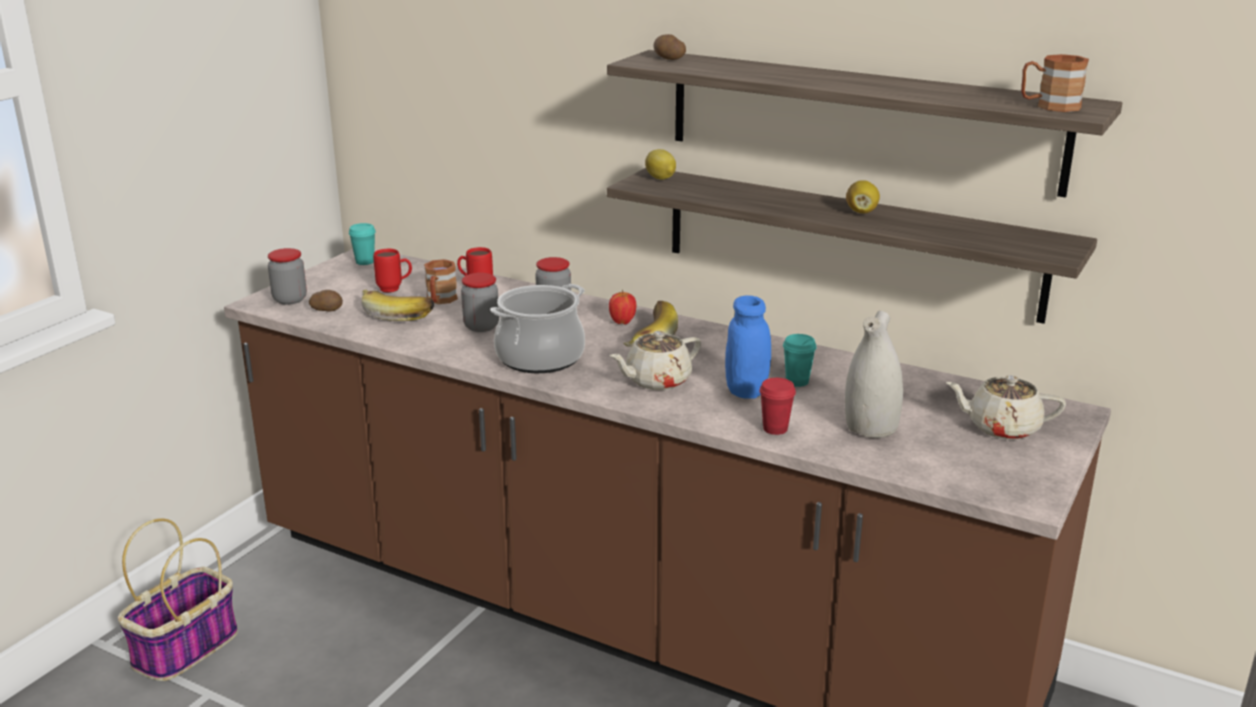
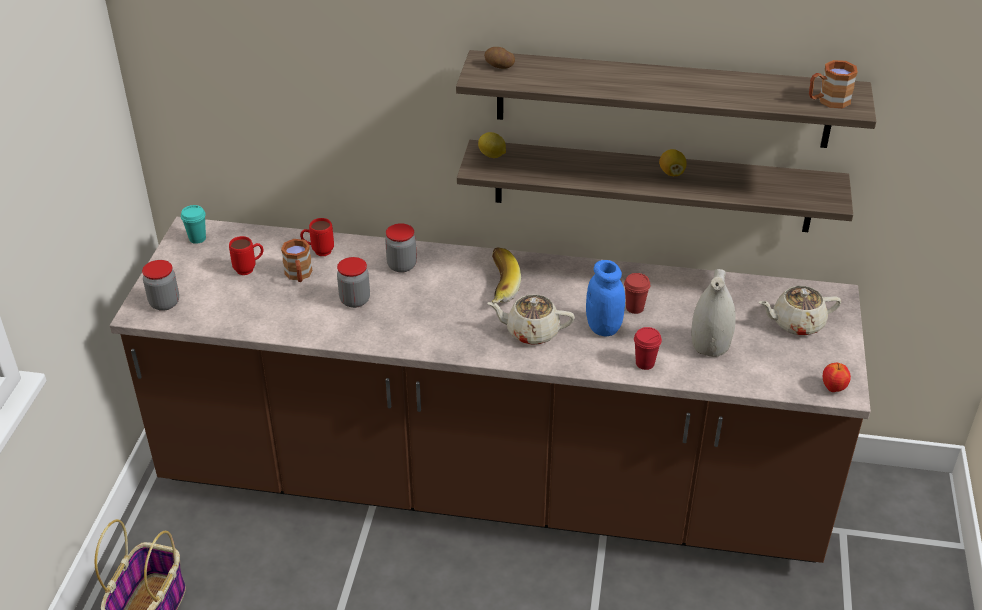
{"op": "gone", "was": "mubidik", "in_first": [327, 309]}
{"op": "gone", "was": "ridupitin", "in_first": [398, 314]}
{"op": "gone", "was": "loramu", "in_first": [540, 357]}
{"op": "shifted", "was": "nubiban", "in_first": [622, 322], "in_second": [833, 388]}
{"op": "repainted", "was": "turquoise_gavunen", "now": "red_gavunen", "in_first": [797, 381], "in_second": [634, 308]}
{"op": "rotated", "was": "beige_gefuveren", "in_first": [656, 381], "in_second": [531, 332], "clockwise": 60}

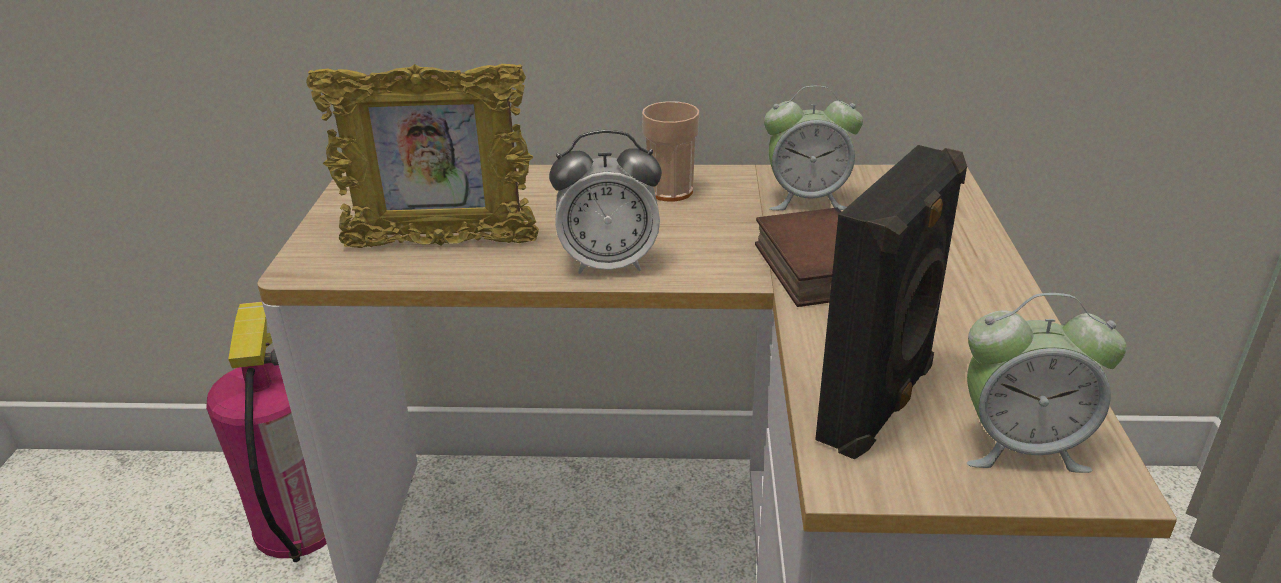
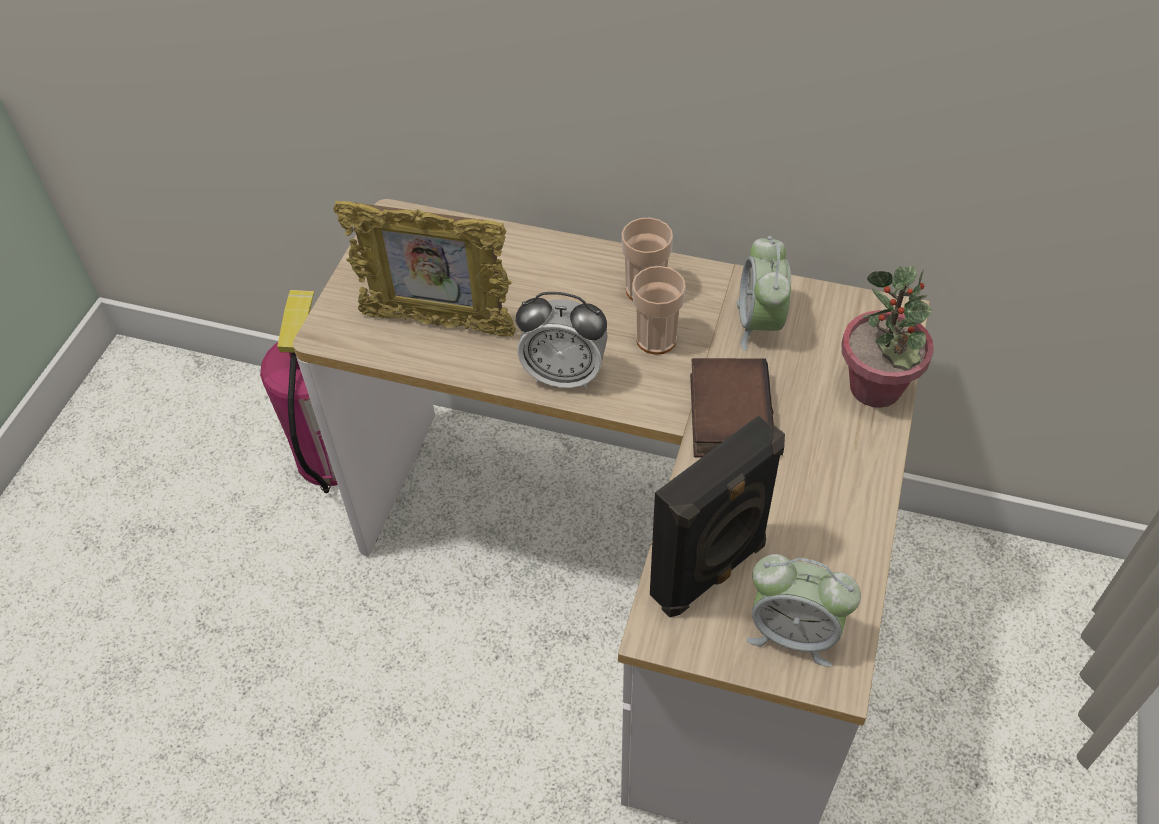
{"op": "new", "now": "gavunen", "in_second": [656, 339]}
{"op": "new", "now": "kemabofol", "in_second": [876, 388]}
{"op": "rotated", "was": "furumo", "in_first": [807, 199], "in_second": [759, 324], "clockwise": 75}

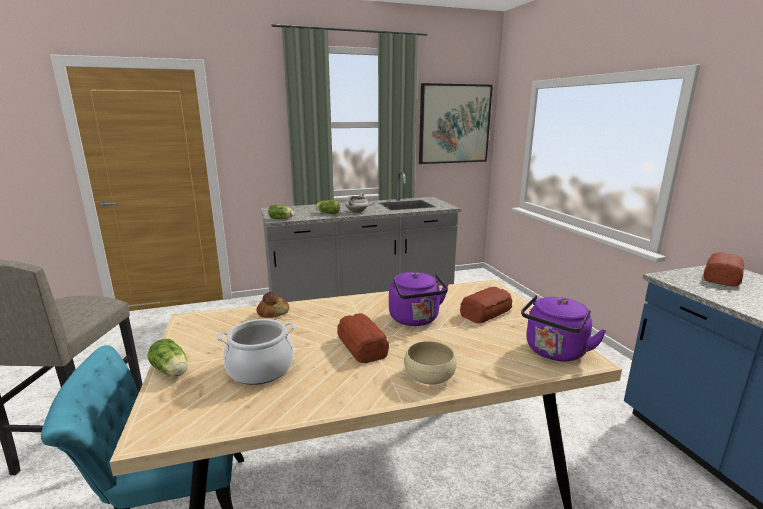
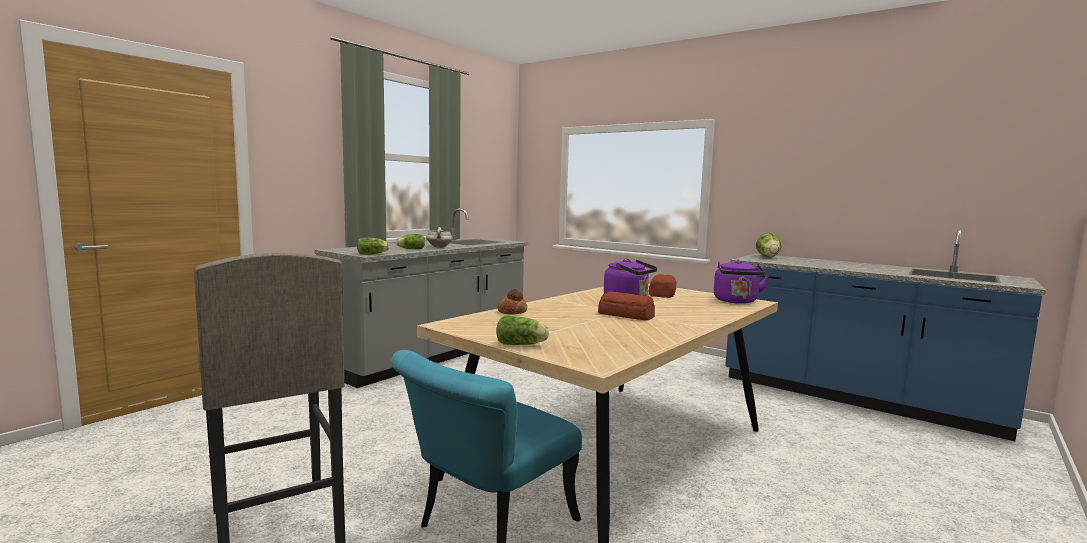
{"op": "gone", "was": "loramu", "in_first": [260, 369]}
{"op": "gone", "was": "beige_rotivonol", "in_first": [429, 375]}
{"op": "gone", "was": "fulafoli", "in_first": [454, 124]}
{"op": "swapped", "was": "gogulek", "now": "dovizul", "in_first": [722, 277], "in_second": [768, 257]}

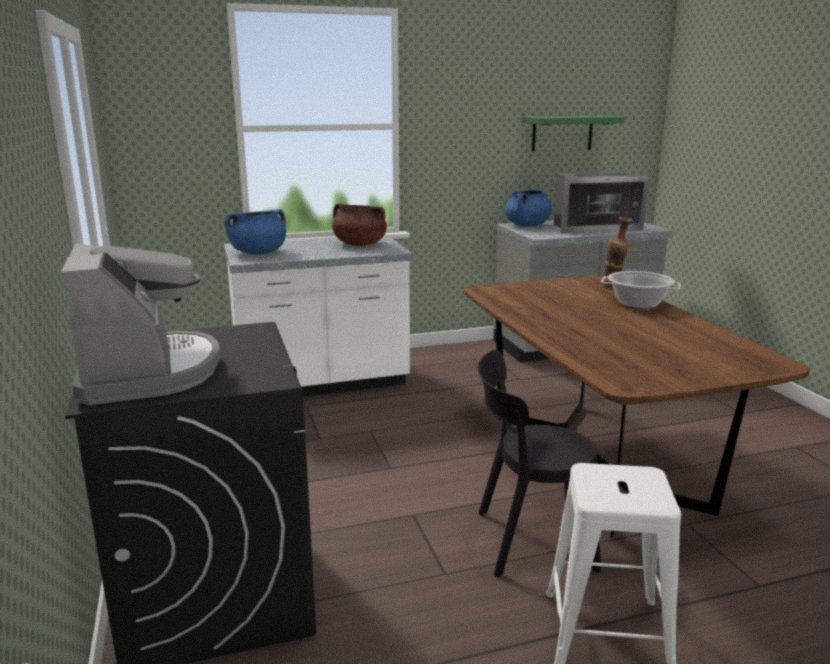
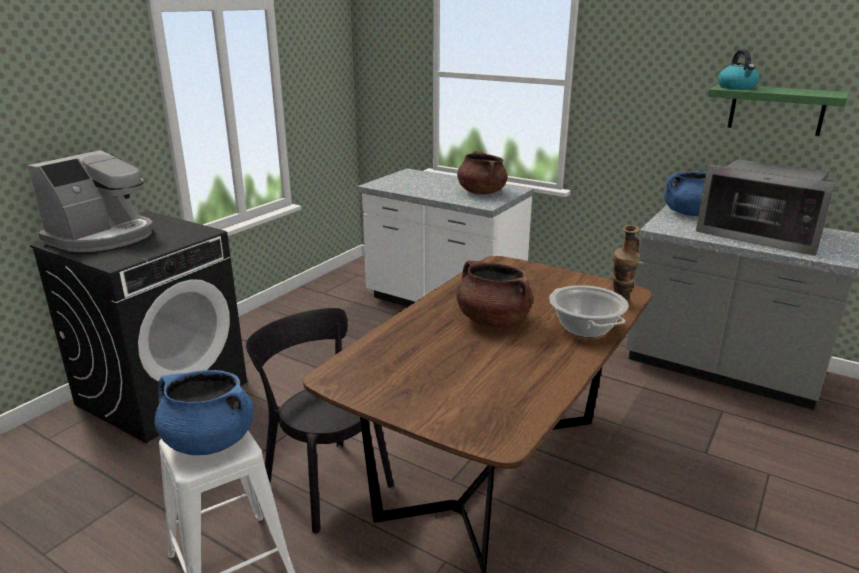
{"op": "new", "now": "brown_loramu", "in_second": [492, 320]}
{"op": "new", "now": "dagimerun", "in_second": [737, 87]}
{"op": "shifted", "was": "blue_loramu", "in_first": [258, 253], "in_second": [208, 441]}

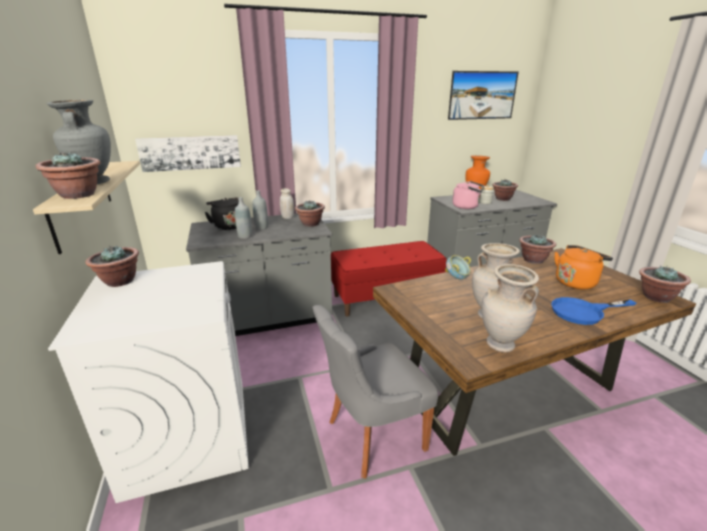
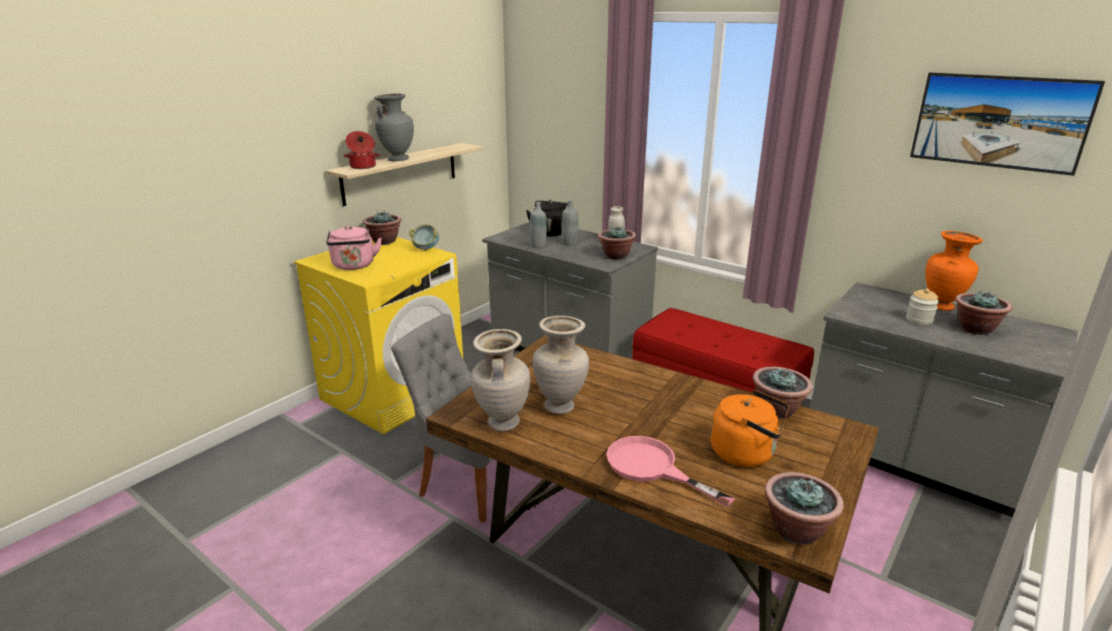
{"op": "gone", "was": "fulafoli", "in_first": [190, 153]}
{"op": "shifted", "was": "rotivonol", "in_first": [456, 278], "in_second": [426, 249]}
{"op": "shifted", "was": "pink_dagimerun", "in_first": [467, 207], "in_second": [354, 266]}
{"op": "swapped", "was": "kemabofol", "now": "loramu", "in_first": [78, 195], "in_second": [362, 167]}
{"op": "repainted", "was": "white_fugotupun", "now": "yellow_fugotupun", "in_first": [189, 433], "in_second": [394, 393]}
{"op": "repainted", "was": "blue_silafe", "now": "pink_silafe", "in_first": [584, 312], "in_second": [651, 468]}

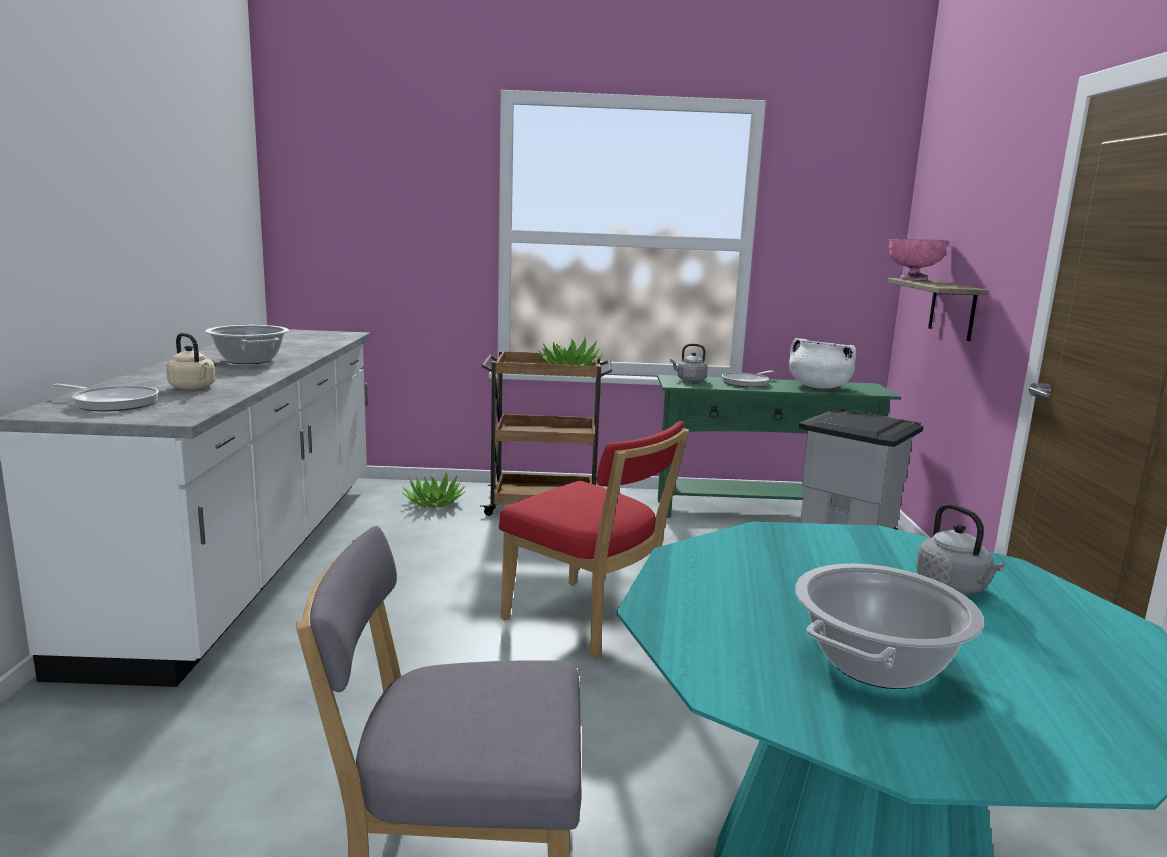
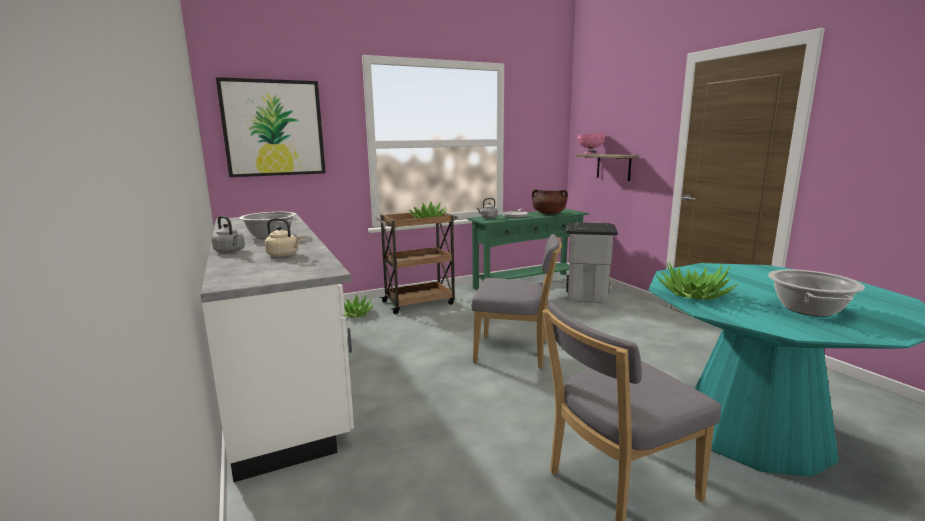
{"op": "gone", "was": "silafe", "in_first": [112, 403]}
{"op": "new", "now": "fulafoli", "in_second": [273, 128]}
{"op": "new", "now": "kemabofol", "in_second": [694, 294]}
{"op": "shifted", "was": "grey_dagimerun", "in_first": [954, 587], "in_second": [230, 251]}
{"op": "repainted", "was": "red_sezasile", "now": "grey_sezasile", "in_first": [588, 621], "in_second": [515, 352]}
{"op": "repainted", "was": "white_loramu", "now": "brown_loramu", "in_first": [818, 387], "in_second": [549, 213]}

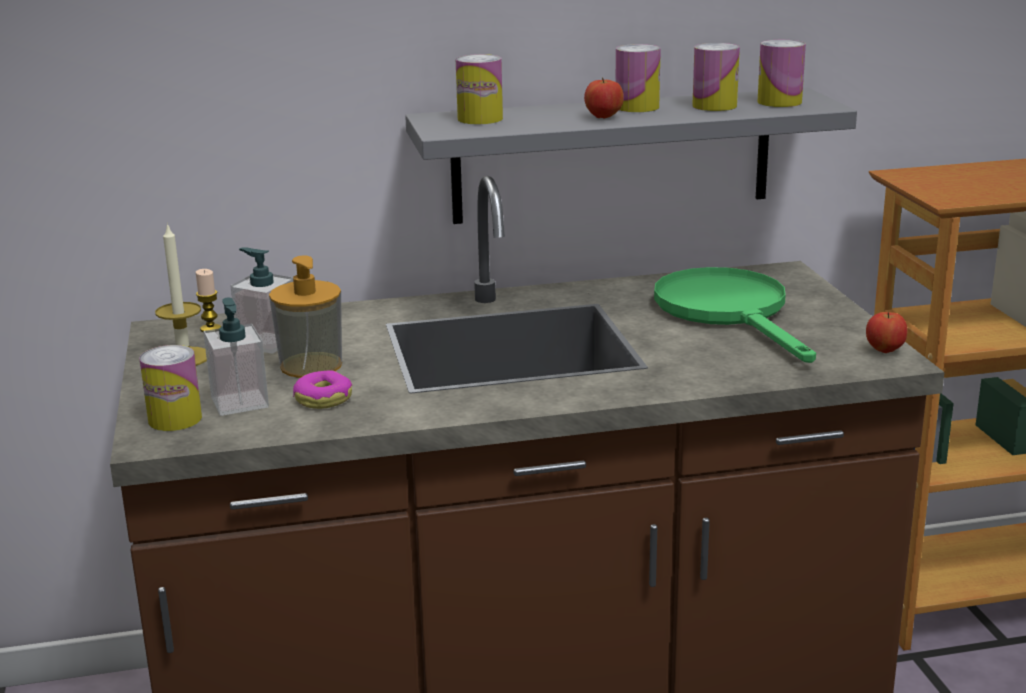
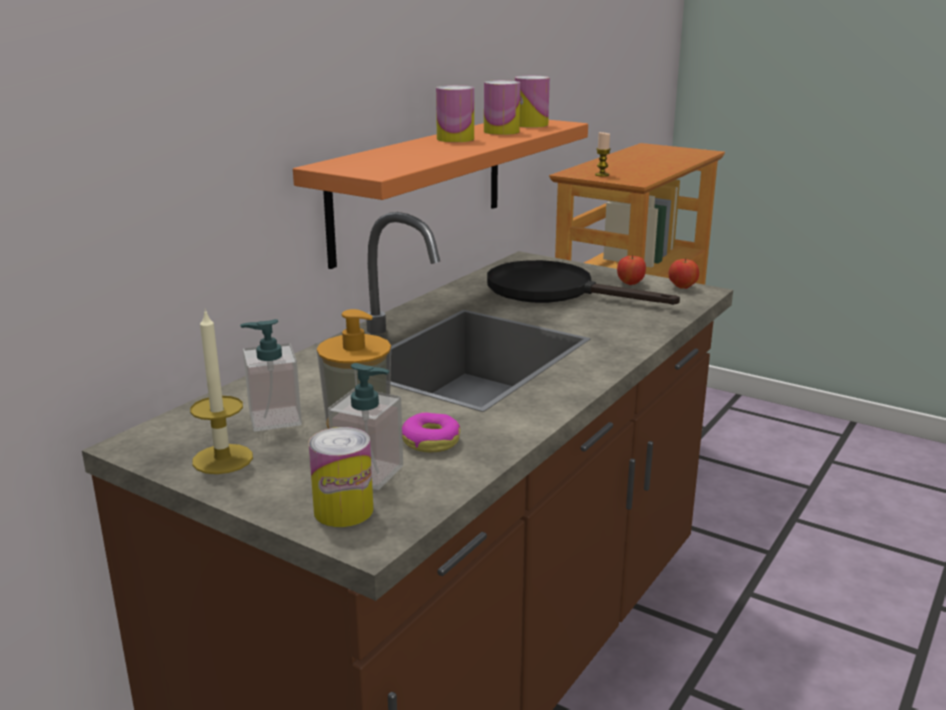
{"op": "gone", "was": "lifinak", "in_first": [480, 119]}
{"op": "shifted", "was": "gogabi", "in_first": [210, 329], "in_second": [602, 175]}
{"op": "shifted", "was": "nubiban", "in_first": [603, 117], "in_second": [630, 283]}
{"op": "repainted", "was": "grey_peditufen", "now": "orange_peditufen", "in_first": [612, 156], "in_second": [420, 187]}
{"op": "repainted", "was": "green_silafe", "now": "black_silafe", "in_first": [729, 312], "in_second": [554, 291]}

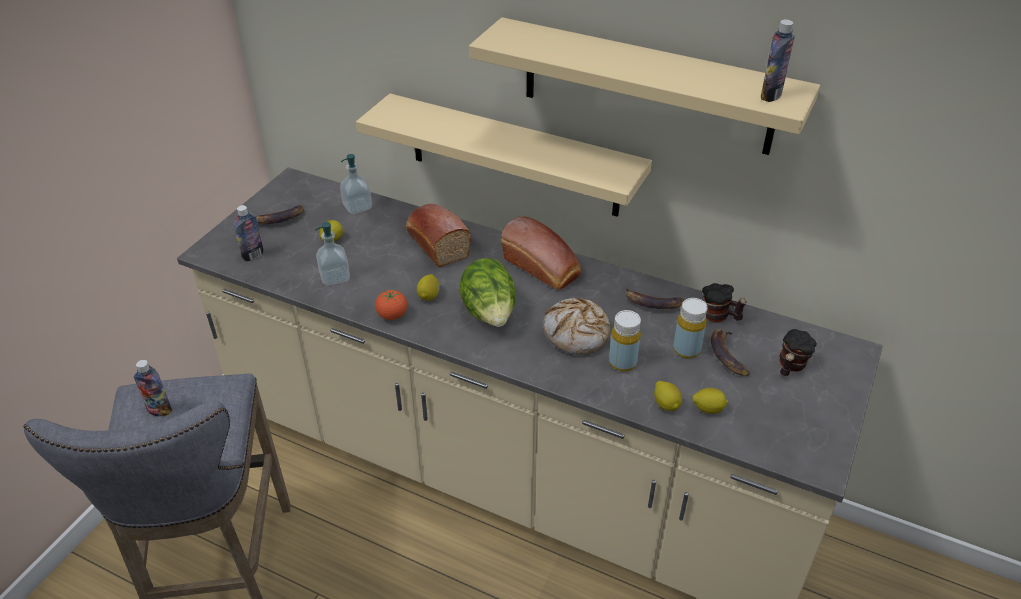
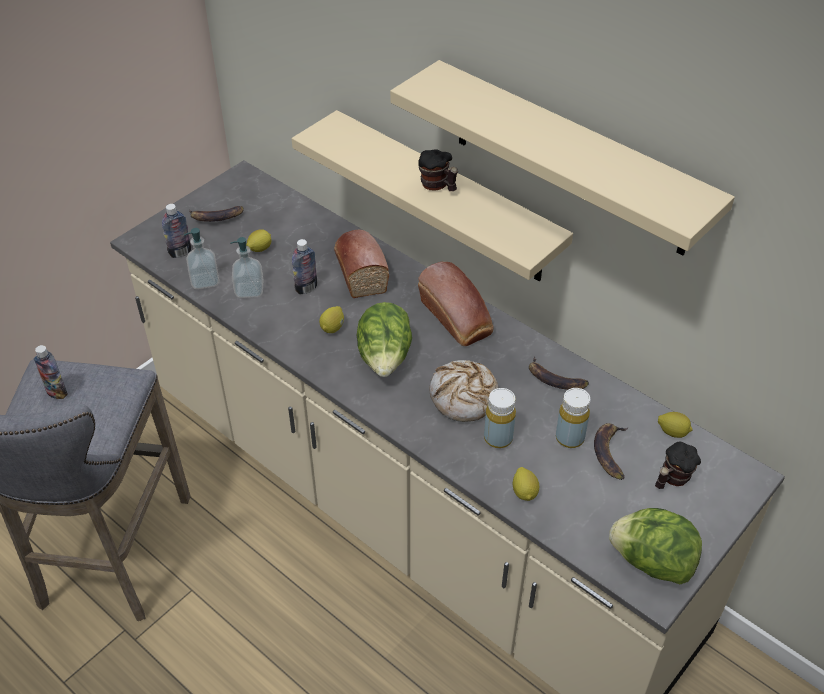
{"op": "gone", "was": "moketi", "in_first": [392, 315]}
{"op": "new", "now": "dovizul", "in_second": [651, 562]}
{"op": "shifted", "was": "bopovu", "in_first": [357, 207], "in_second": [205, 281]}
{"op": "shifted", "was": "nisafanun", "in_first": [708, 409], "in_second": [672, 432]}
{"op": "shifted", "was": "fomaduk", "in_first": [719, 317], "in_second": [437, 186]}
{"op": "shifted", "was": "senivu", "in_first": [771, 95], "in_second": [306, 288]}

